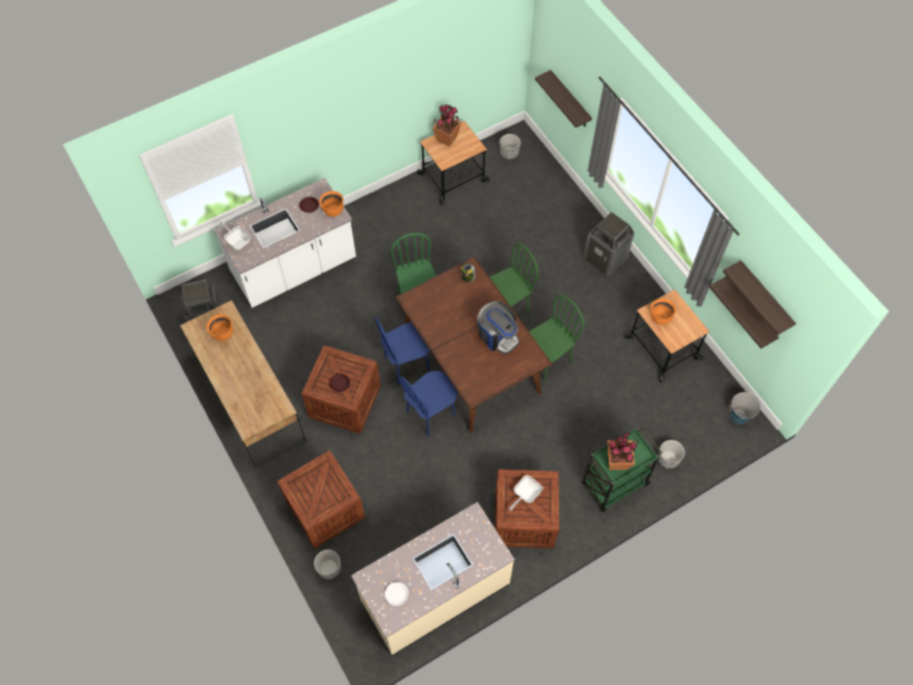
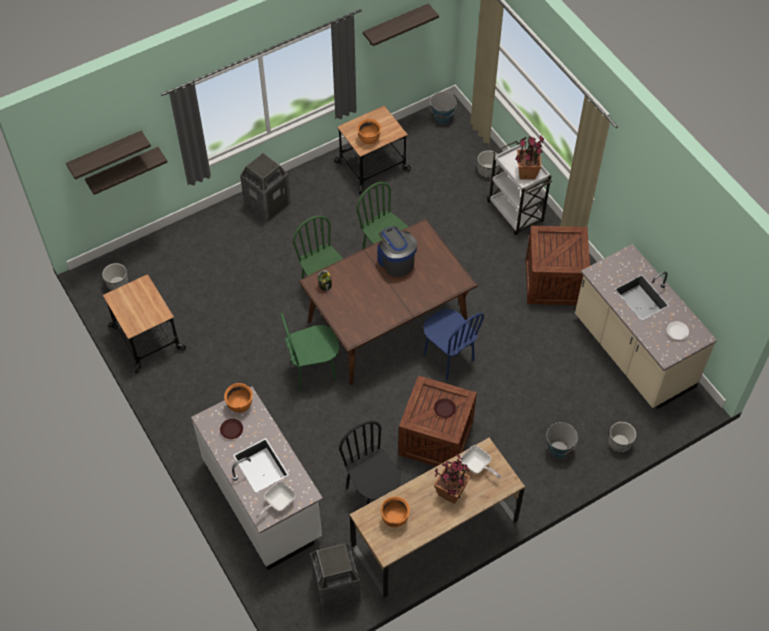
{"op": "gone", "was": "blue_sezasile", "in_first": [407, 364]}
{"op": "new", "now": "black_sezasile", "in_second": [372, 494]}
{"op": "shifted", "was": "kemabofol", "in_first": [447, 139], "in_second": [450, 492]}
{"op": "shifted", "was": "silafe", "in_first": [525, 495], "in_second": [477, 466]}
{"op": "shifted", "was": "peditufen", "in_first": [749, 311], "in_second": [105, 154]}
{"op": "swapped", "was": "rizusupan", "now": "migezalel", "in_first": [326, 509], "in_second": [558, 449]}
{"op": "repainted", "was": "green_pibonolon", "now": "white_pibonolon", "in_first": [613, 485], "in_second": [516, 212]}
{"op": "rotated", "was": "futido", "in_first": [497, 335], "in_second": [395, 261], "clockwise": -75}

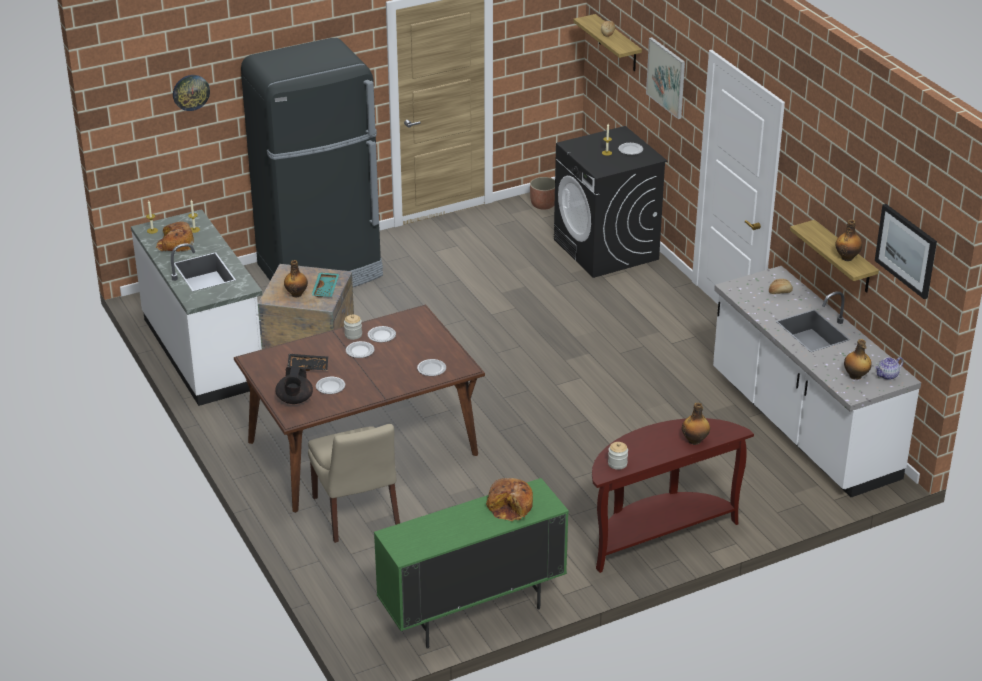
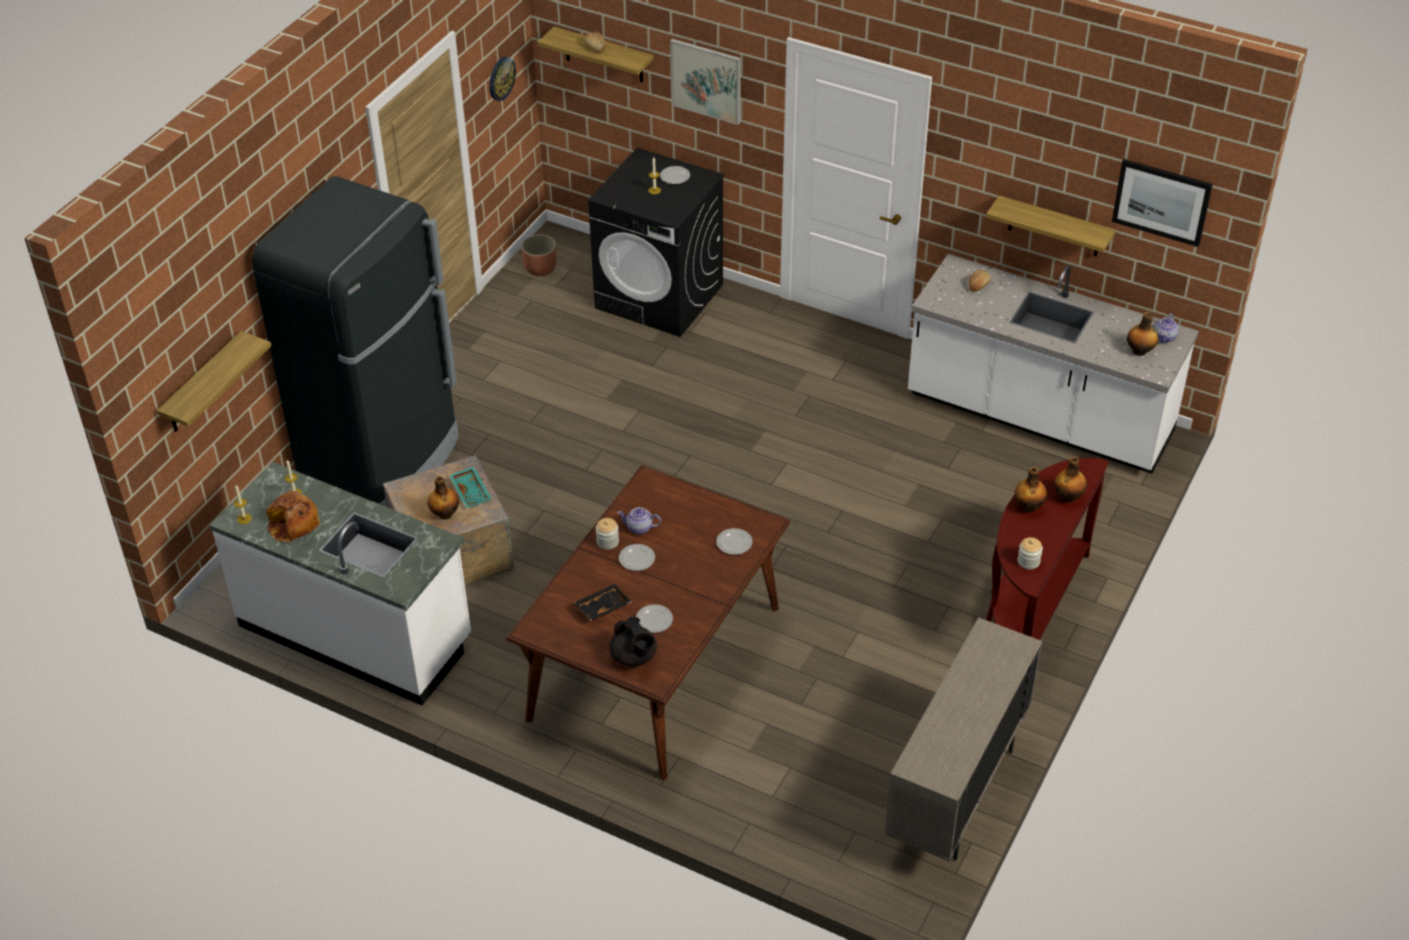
{"op": "gone", "was": "beige_sezasile", "in_first": [357, 514]}
{"op": "gone", "was": "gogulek", "in_first": [511, 506]}
{"op": "new", "now": "peditufen", "in_second": [203, 385]}
{"op": "shifted", "was": "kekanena", "in_first": [191, 92], "in_second": [501, 78]}
{"op": "shifted", "was": "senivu", "in_first": [847, 257], "in_second": [1029, 506]}
{"op": "swapped", "was": "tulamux", "now": "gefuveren", "in_first": [381, 336], "in_second": [639, 528]}
{"op": "repainted", "was": "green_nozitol", "now": "beige_nozitol", "in_first": [472, 613], "in_second": [956, 794]}

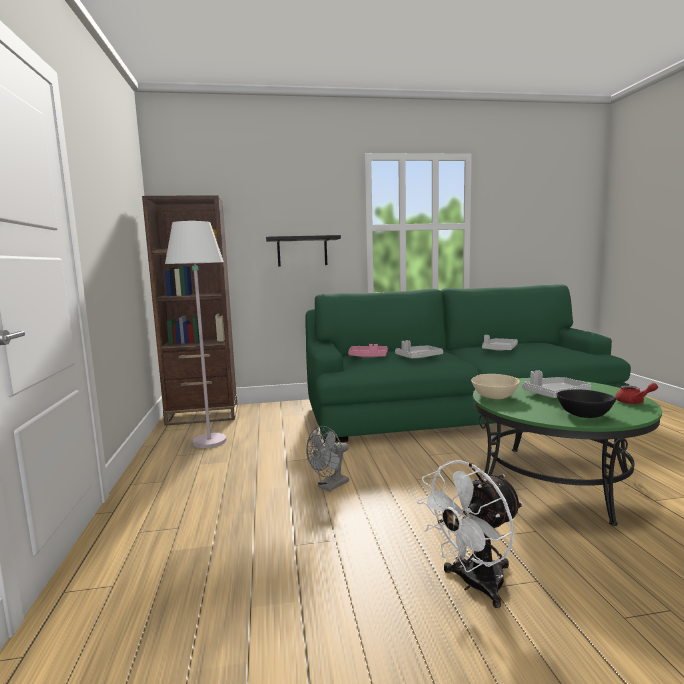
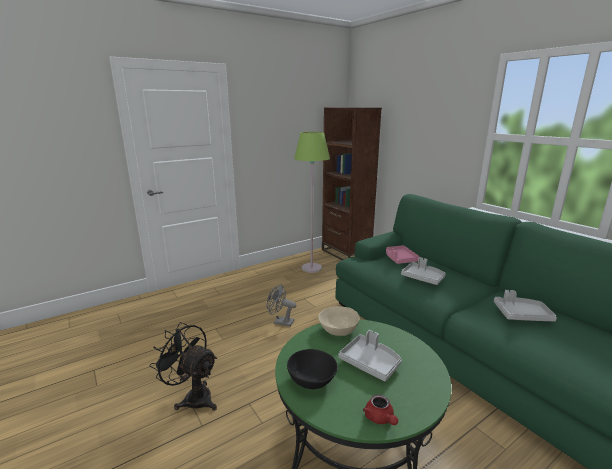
{"op": "gone", "was": "black_peditufen", "in_first": [302, 251]}
{"op": "repainted", "was": "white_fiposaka", "now": "green_fiposaka", "in_first": [209, 441], "in_second": [311, 268]}
{"op": "repainted", "was": "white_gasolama", "now": "black_gasolama", "in_first": [474, 585], "in_second": [193, 397]}

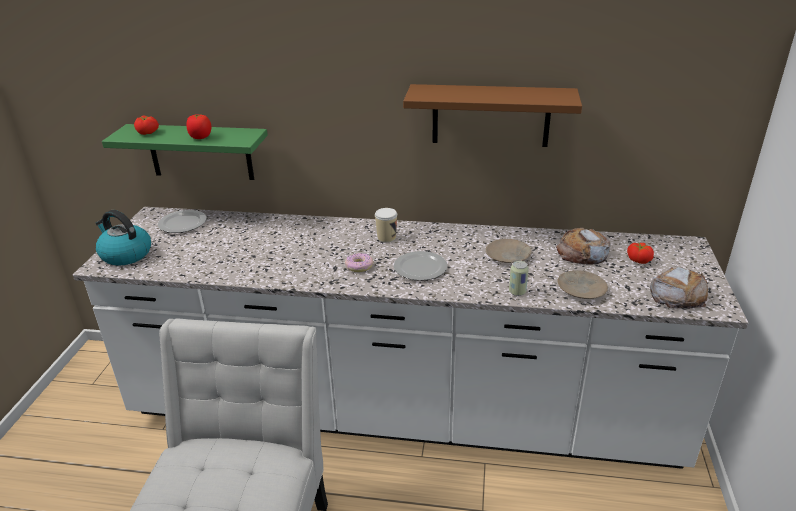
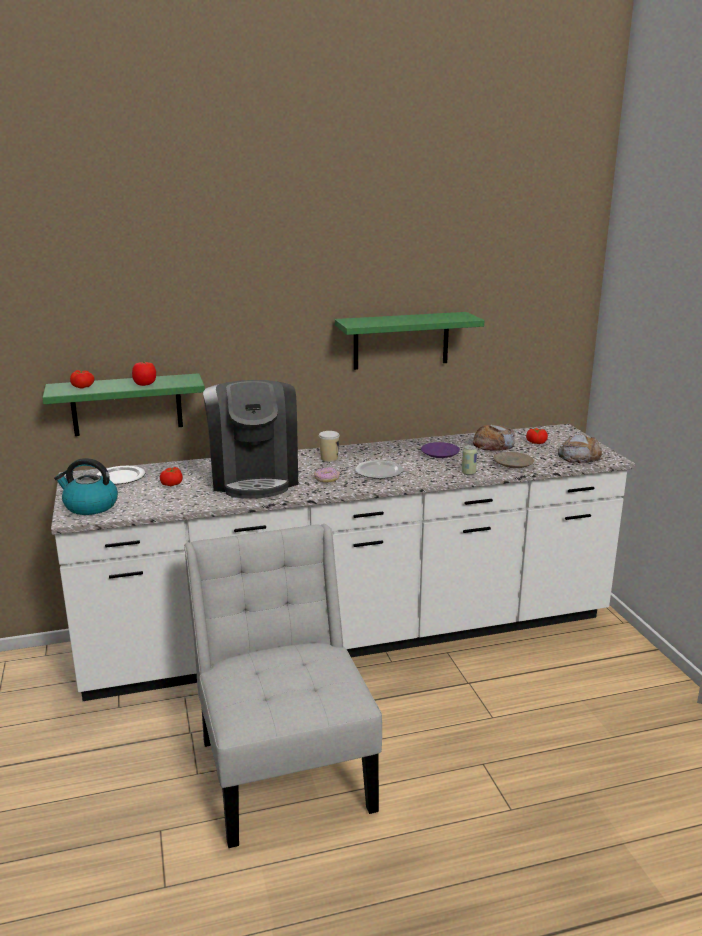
{"op": "new", "now": "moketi", "in_second": [172, 484]}
{"op": "new", "now": "futido", "in_second": [254, 478]}
{"op": "repainted", "was": "brown_peditufen", "now": "green_peditufen", "in_first": [490, 115], "in_second": [401, 340]}
{"op": "repainted", "was": "beige_tulamux", "now": "purple_tulamux", "in_first": [508, 256], "in_second": [440, 454]}

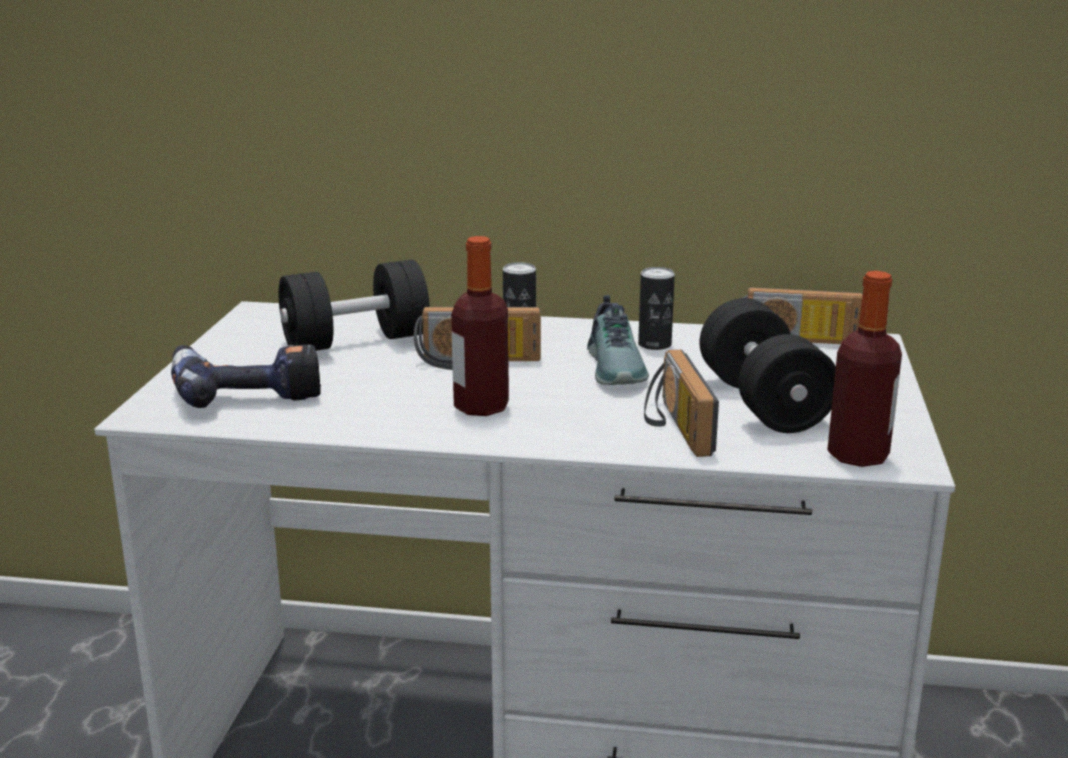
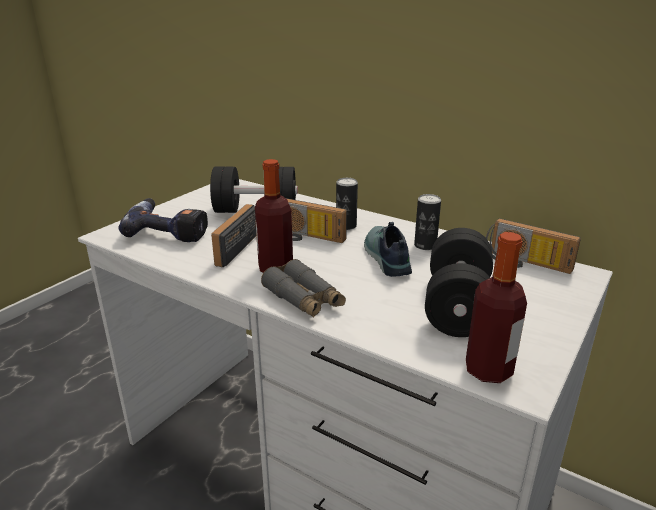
{"op": "new", "now": "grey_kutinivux", "in_second": [304, 299]}
{"op": "shifted", "was": "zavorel", "in_first": [673, 427], "in_second": [231, 247]}
{"op": "rotated", "was": "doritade", "in_first": [618, 368], "in_second": [385, 258], "clockwise": 150}

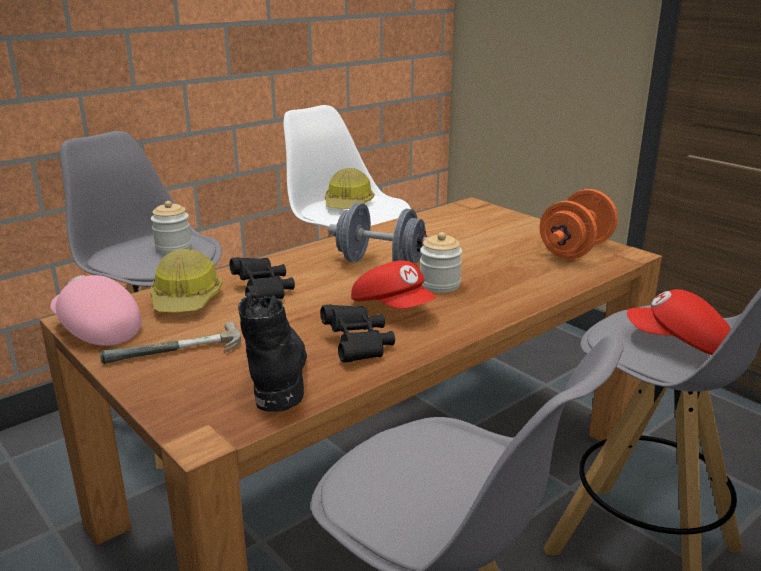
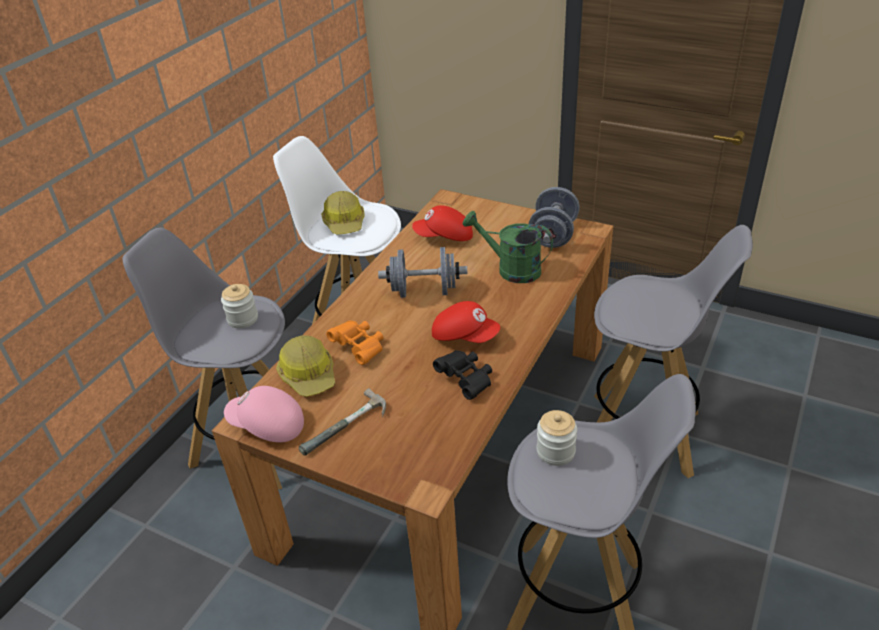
{"op": "gone", "was": "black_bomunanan", "in_first": [275, 371]}
{"op": "new", "now": "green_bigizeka", "in_second": [511, 269]}
{"op": "shifted", "was": "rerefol", "in_first": [439, 285], "in_second": [555, 451]}
{"op": "shifted", "was": "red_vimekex", "in_first": [678, 344], "in_second": [444, 237]}
{"op": "repainted", "was": "black_kutinivux", "now": "orange_kutinivux", "in_first": [263, 291], "in_second": [359, 348]}
{"op": "repainted", "was": "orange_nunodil", "now": "grey_nunodil", "in_first": [575, 250], "in_second": [553, 235]}

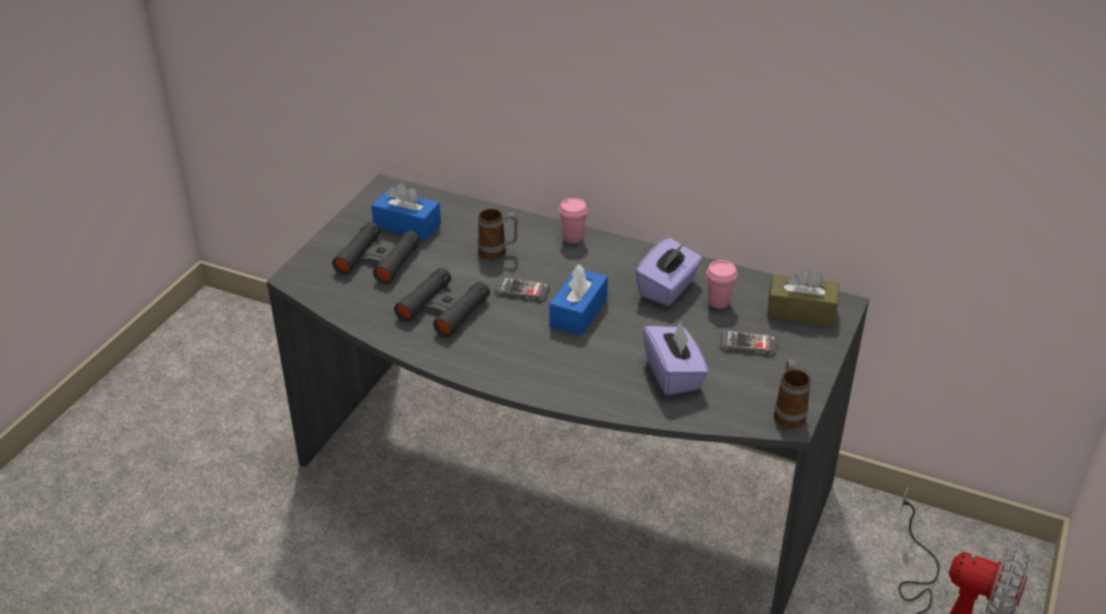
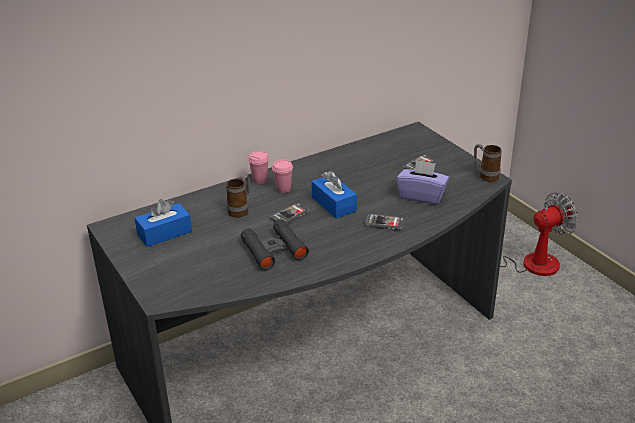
{"op": "gone", "was": "black_kutinivux", "in_first": [378, 260]}
{"op": "gone", "was": "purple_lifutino", "in_first": [668, 288]}
{"op": "gone", "was": "brown_lifutino", "in_first": [801, 311]}
{"op": "new", "now": "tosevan", "in_second": [384, 223]}
{"op": "shifted", "was": "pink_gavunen", "in_first": [718, 302], "in_second": [283, 189]}

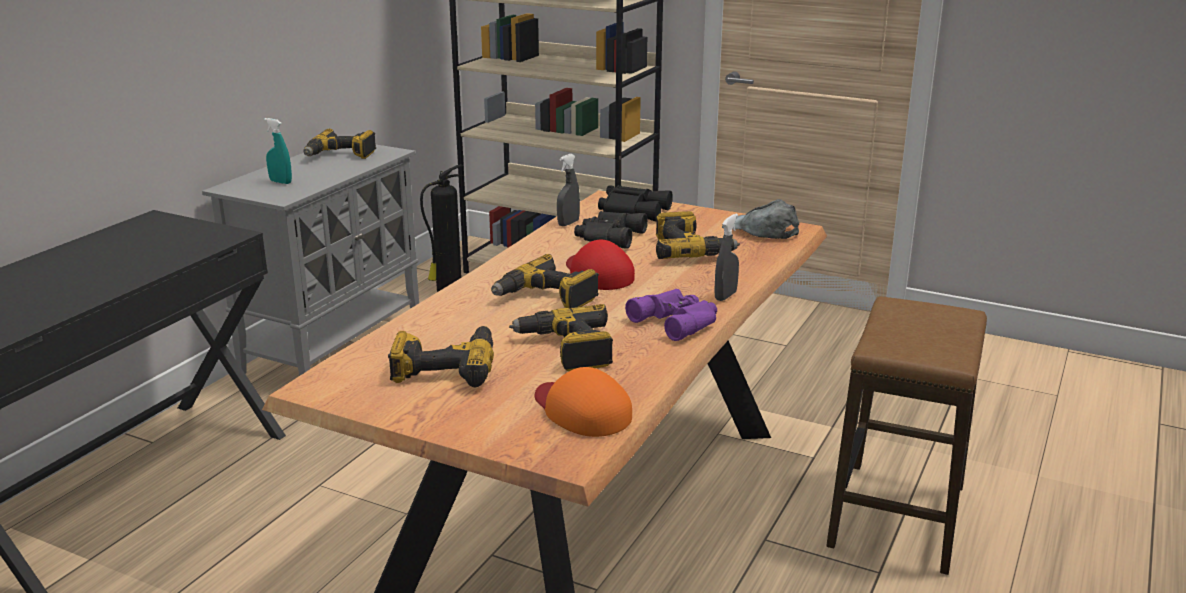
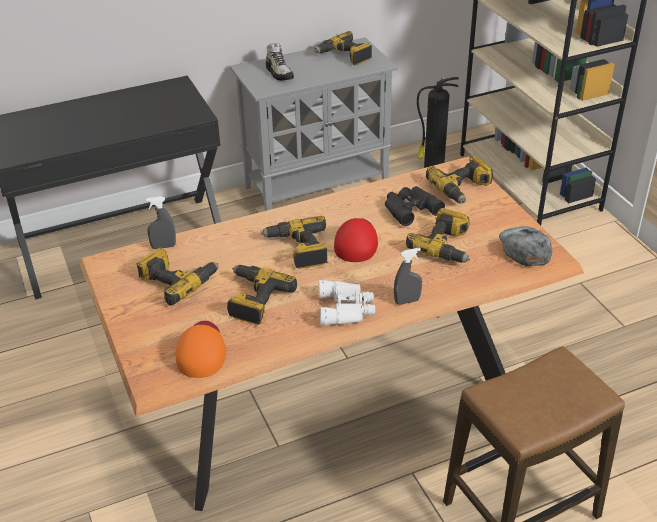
{"op": "shifted", "was": "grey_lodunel", "in_first": [568, 223], "in_second": [163, 247]}
{"op": "swapped", "was": "turquoise_lodunel", "now": "doritade", "in_first": [280, 182], "in_second": [279, 73]}
{"op": "swapped", "was": "black_kutinivux", "now": "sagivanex", "in_first": [633, 210], "in_second": [462, 189]}
{"op": "repainted", "was": "purple_kutinivux", "now": "white_kutinivux", "in_first": [678, 321], "in_second": [347, 308]}

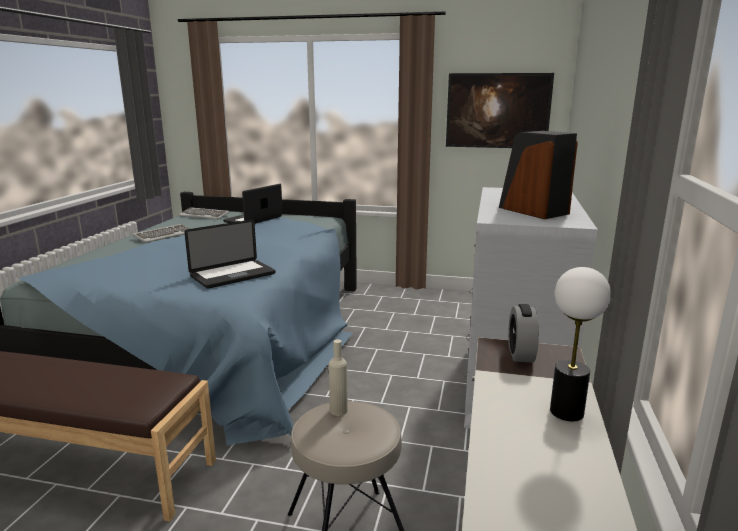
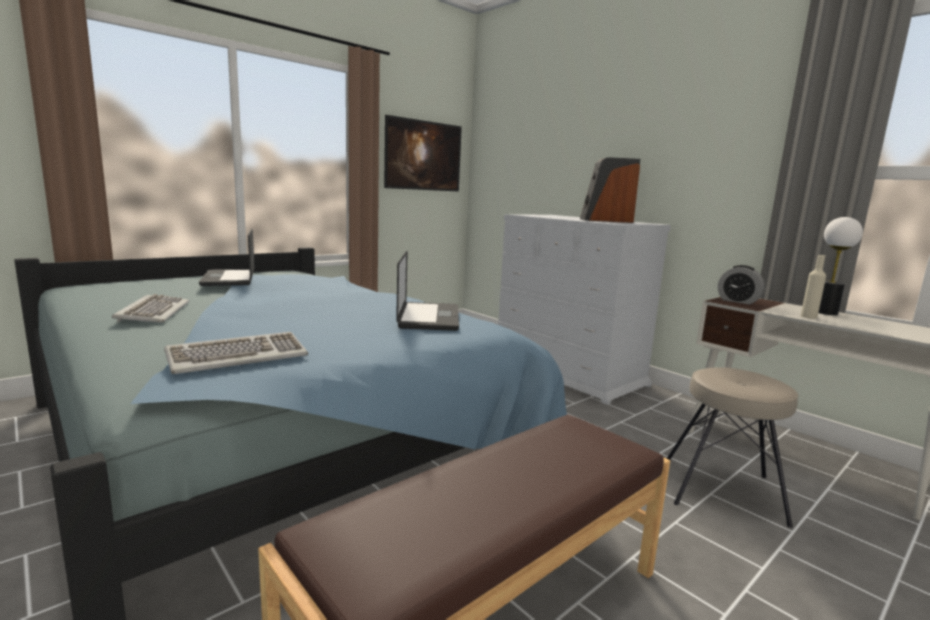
{"op": "shifted", "was": "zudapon", "in_first": [204, 215], "in_second": [238, 357]}
{"op": "shifted", "was": "beige_senivu", "in_first": [338, 410], "in_second": [808, 317]}

